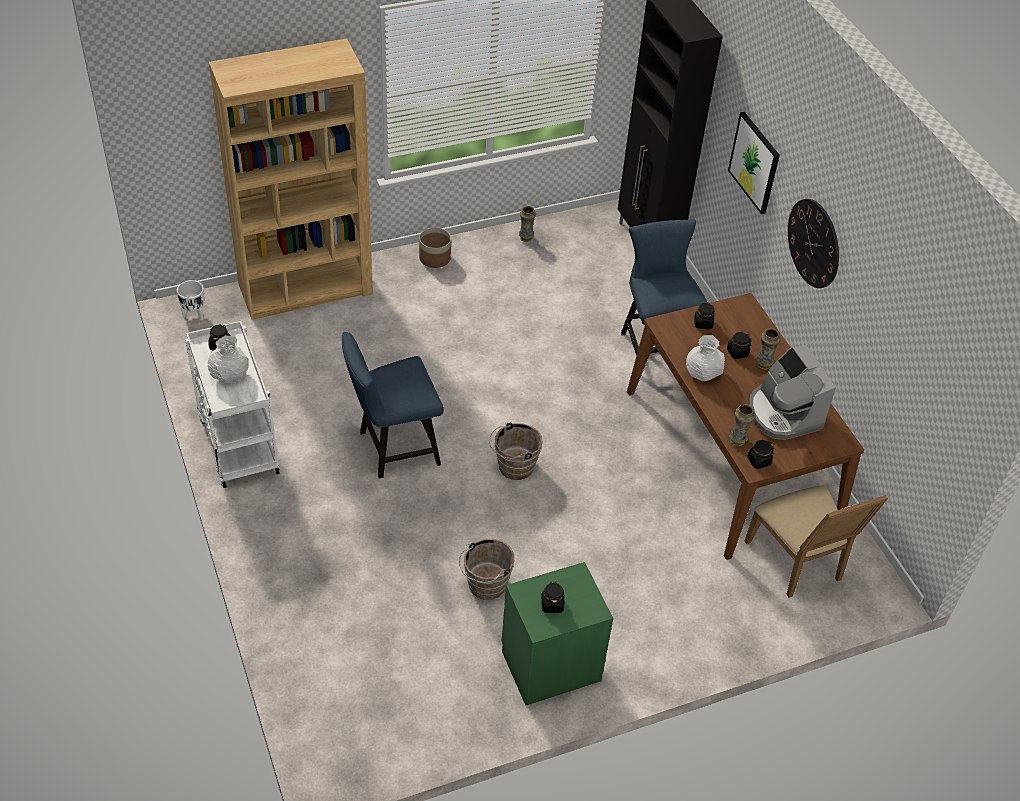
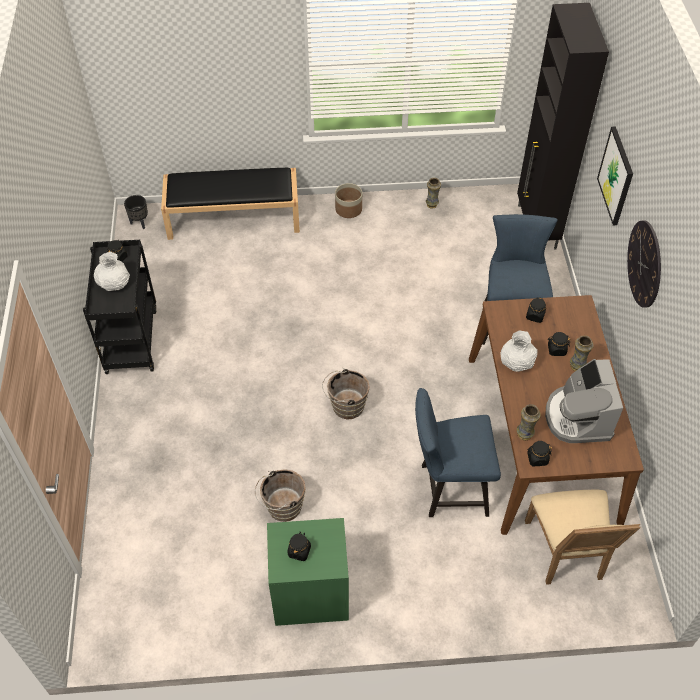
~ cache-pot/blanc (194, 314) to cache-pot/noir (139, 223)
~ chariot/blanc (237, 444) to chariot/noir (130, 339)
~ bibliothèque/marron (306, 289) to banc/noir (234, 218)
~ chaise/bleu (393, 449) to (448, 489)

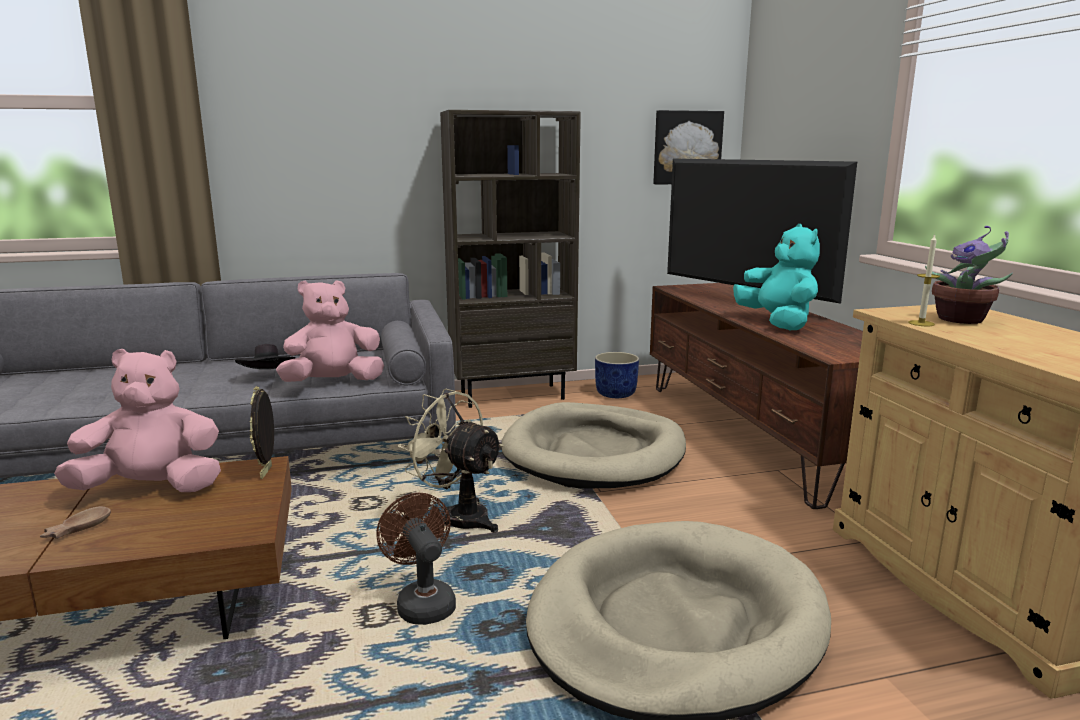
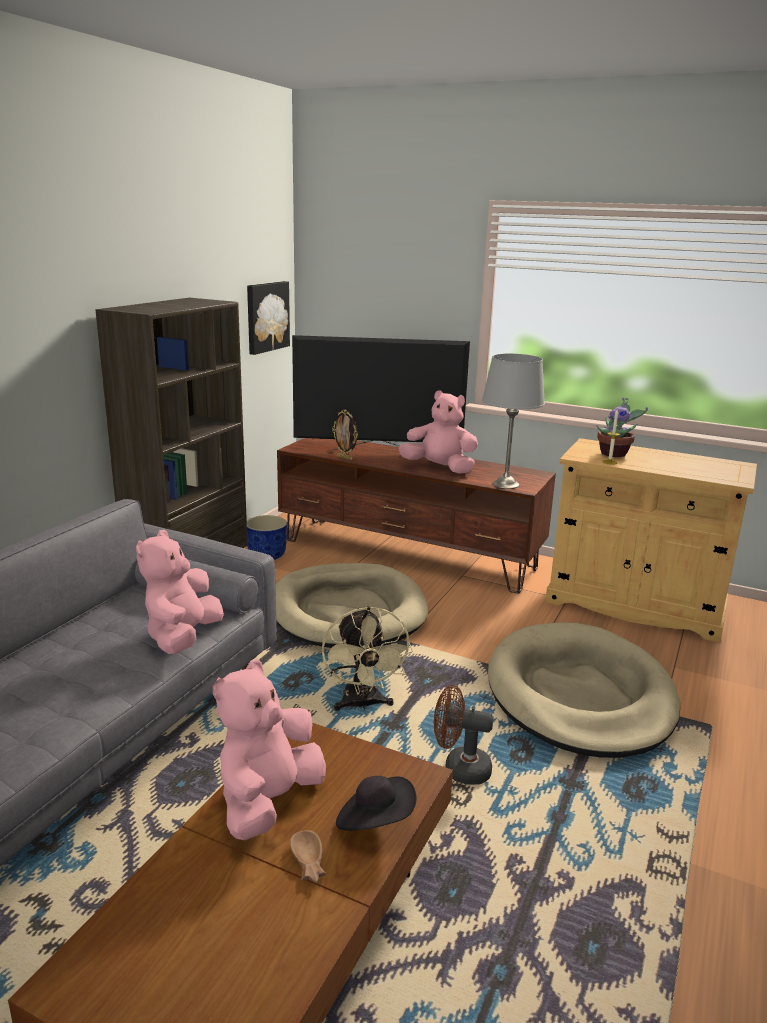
~ chapeau/noir (268, 376) to (375, 821)
~ cadre photo (267, 472) to (345, 458)
~ ventilateur/beige (458, 517) = (363, 705) 90 degrees counterclockwise
~ peluche/turquoise (777, 323) to peluche/rose (439, 468)
+ lampe de table/gris (506, 484)

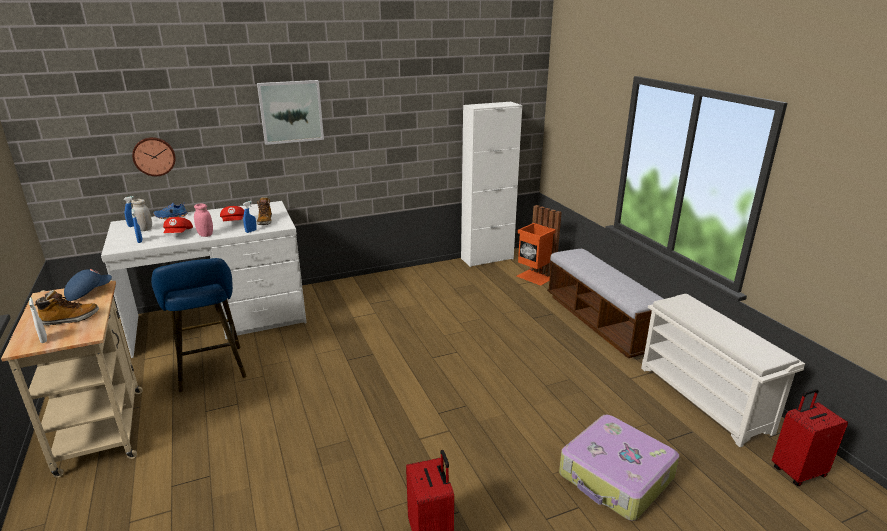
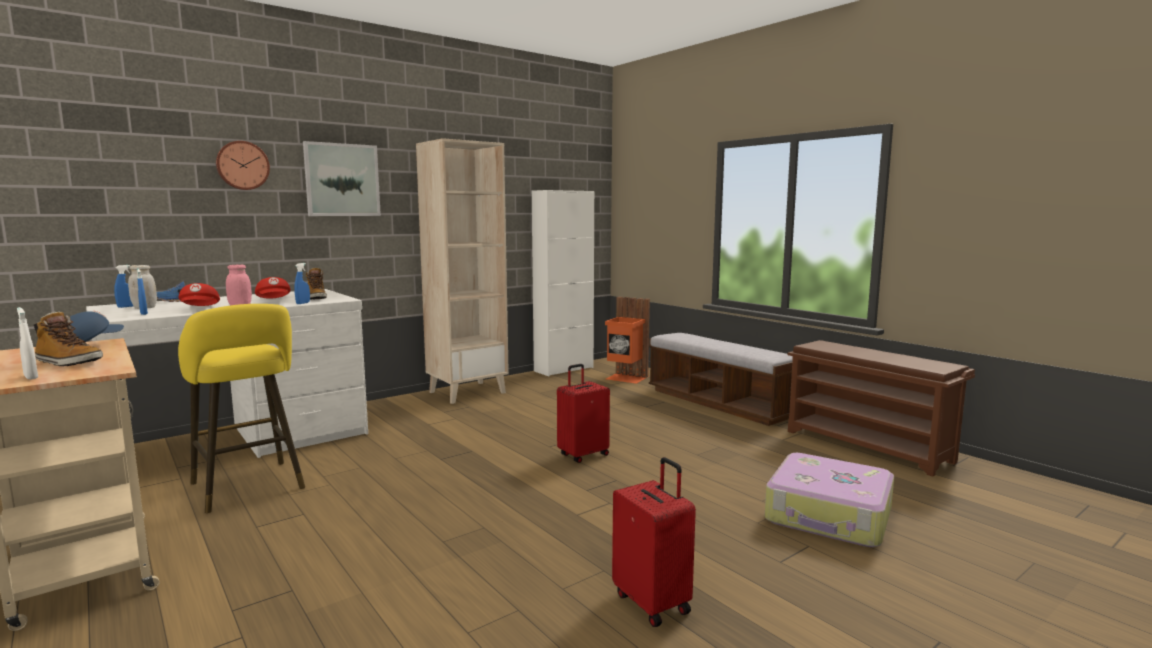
~ botte (70, 319) = (68, 363) 60 degrees clockwise
~ horloge murale (154, 156) to (242, 165)
~ tabouret/bleu (211, 371) to tabouret/jaune (249, 488)
~ étagère à chaussures/blanc (705, 399) to étagère à chaussures/marron (869, 446)
~ valise/rouge (797, 471) to (583, 455)
+ bibliothèque/beige (467, 392)

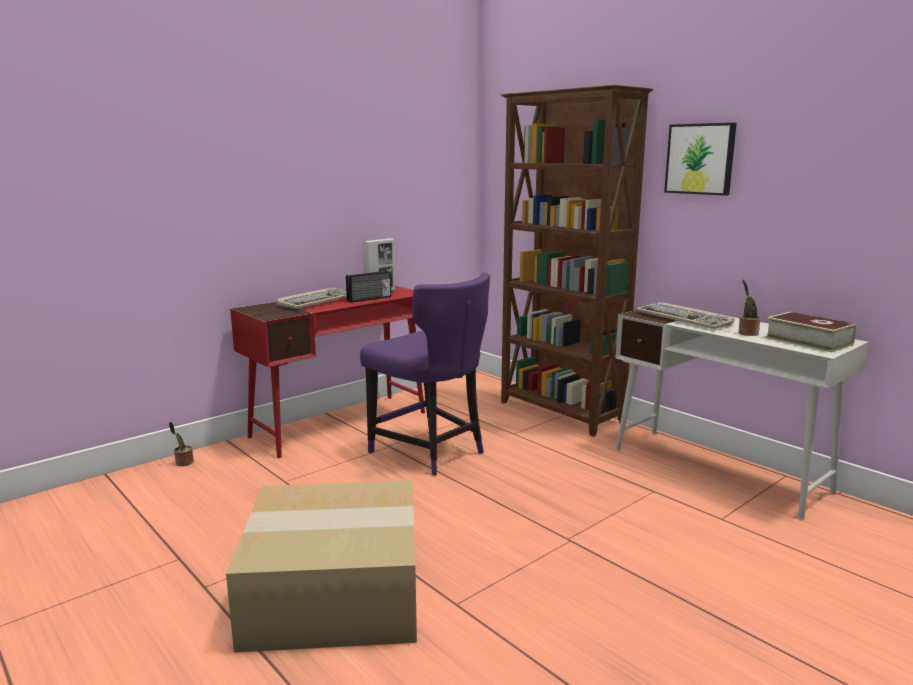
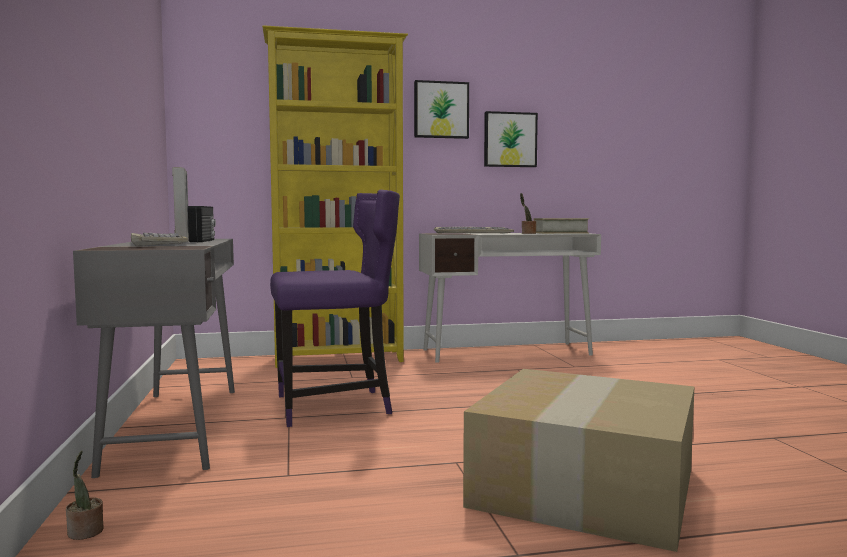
~ bureau/rouge (341, 424) to bureau/gris (177, 426)
~ bibliothèque/marron (560, 413) to bibliothèque/jaune (340, 359)
+ tableau (509, 140)

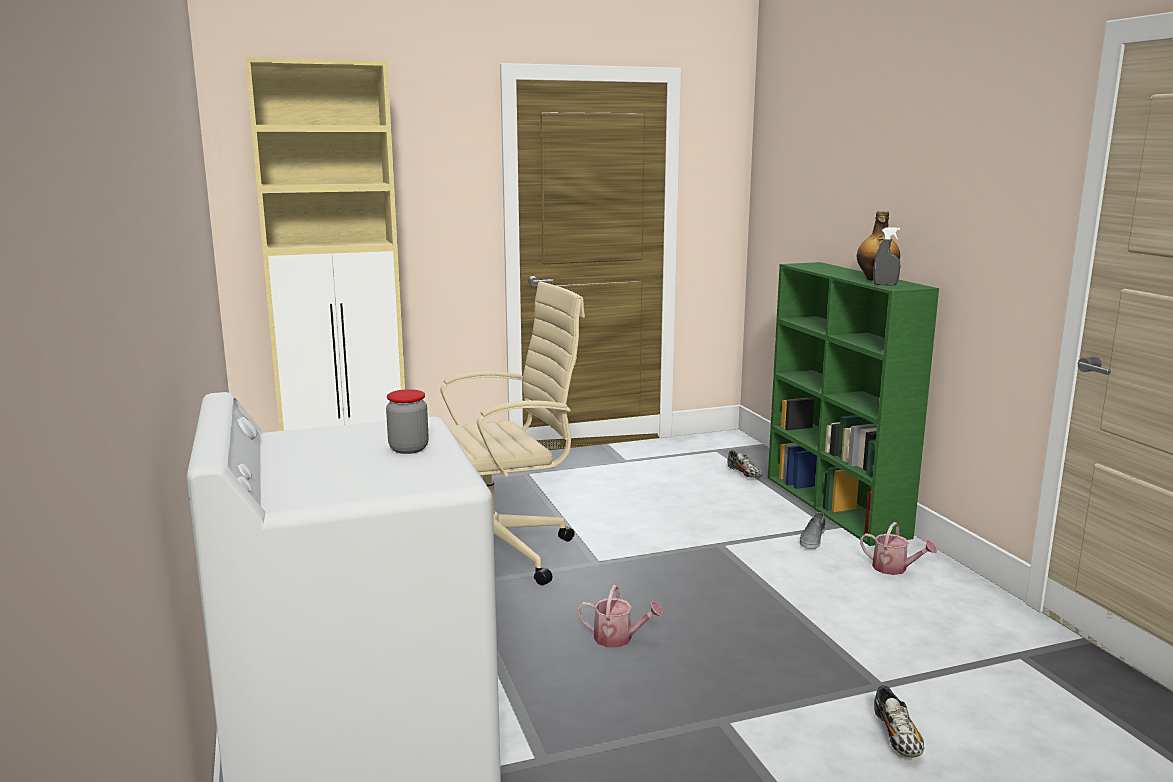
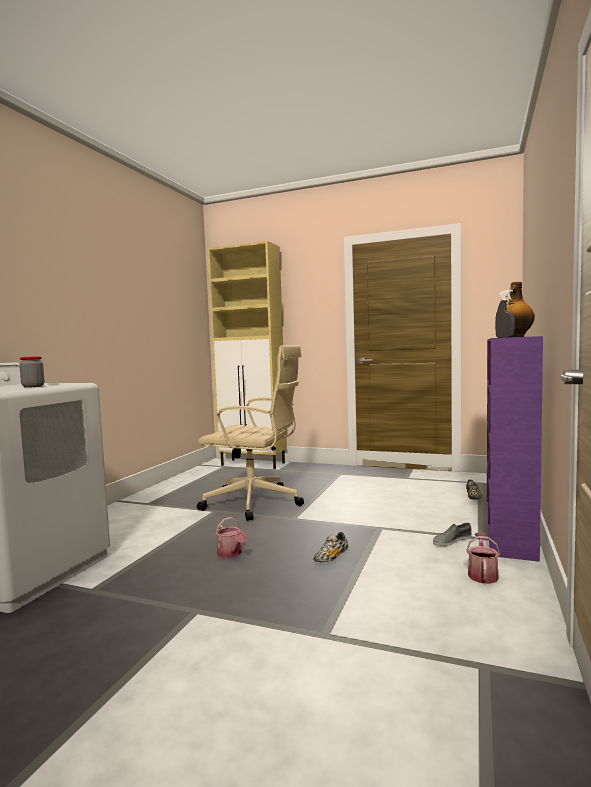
~ bibliothèque/vert (836, 506) to bibliothèque/violet (509, 528)
~ arrosoir (894, 569) = (482, 574) 150 degrees counterclockwise
~ chaussure (897, 737) to (331, 558)

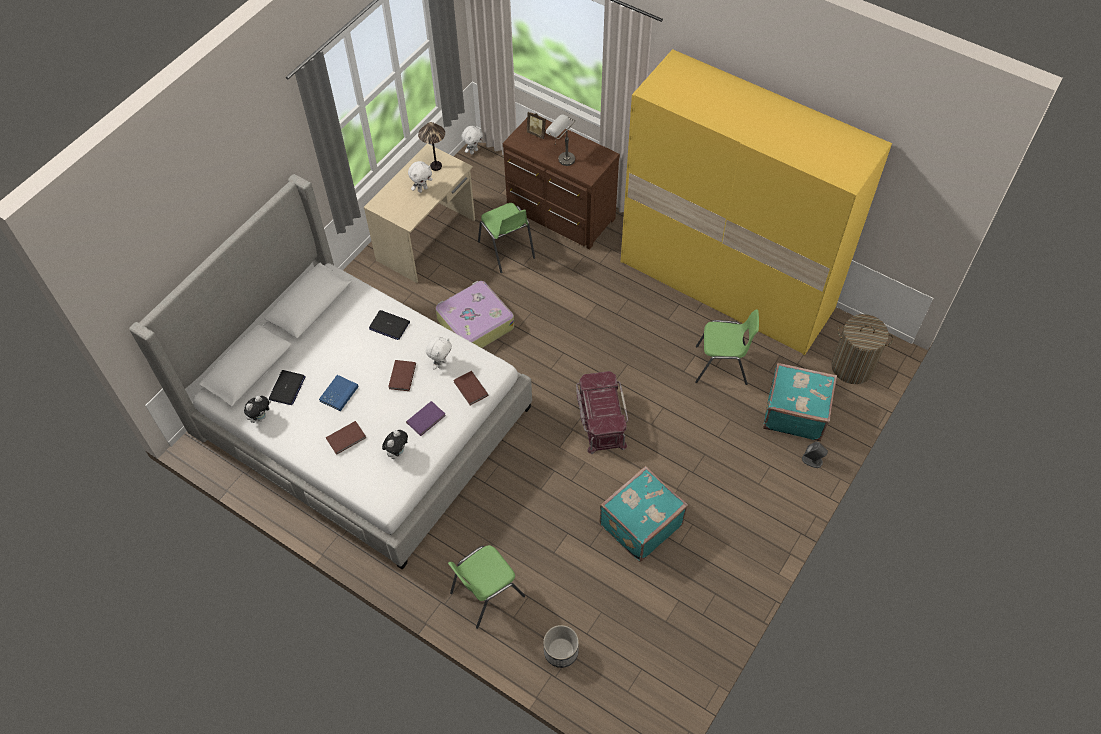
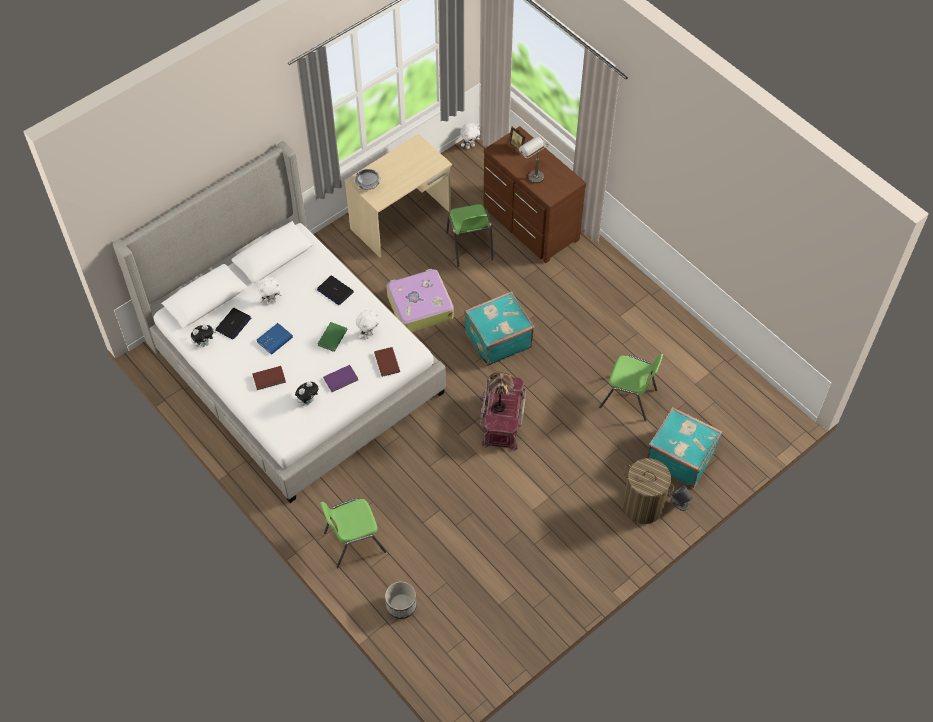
~ livre/marron (401, 376) to livre/vert (331, 337)
~ peluche/blanc (422, 189) to (271, 301)
~ lampe de table (436, 166) to (499, 407)
~ valise/turquoise (639, 523) to (497, 339)
- armoire/jaune (726, 286)
~ panier à linge (852, 367) to (642, 506)
+ bol (368, 183)

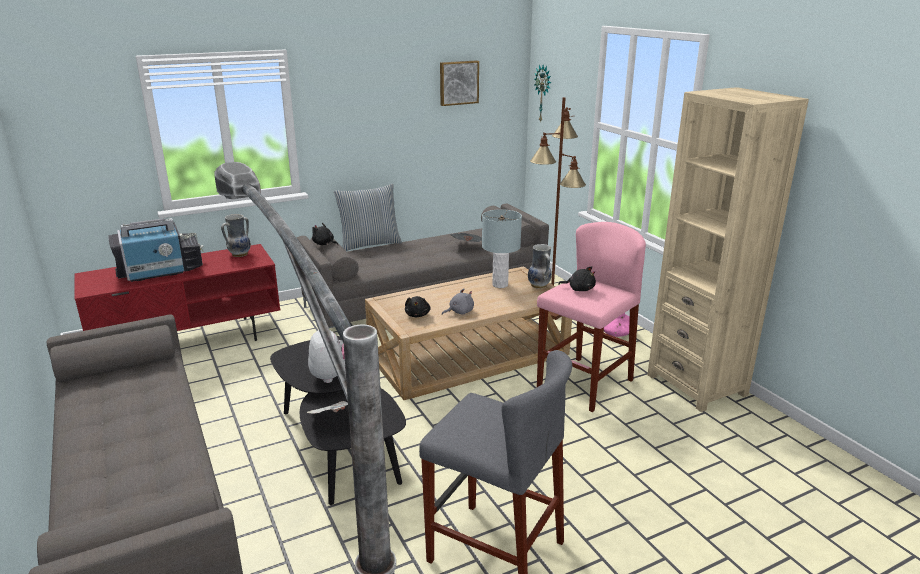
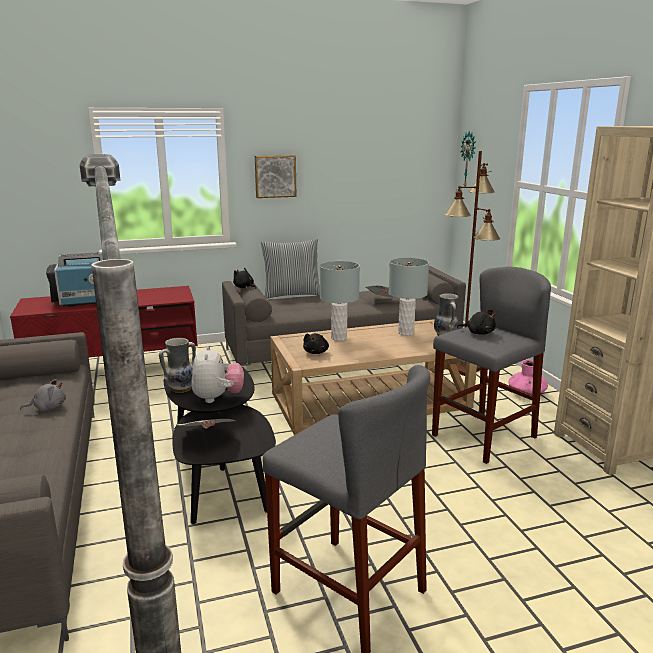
~ vase (239, 254) to (181, 388)
~ tableau (458, 82) to (275, 176)
~ peluche/gris (459, 312) to (48, 408)
~ tabouret/rose (584, 384) to tabouret/gris (483, 436)
+ lampe de table/gris (338, 338)

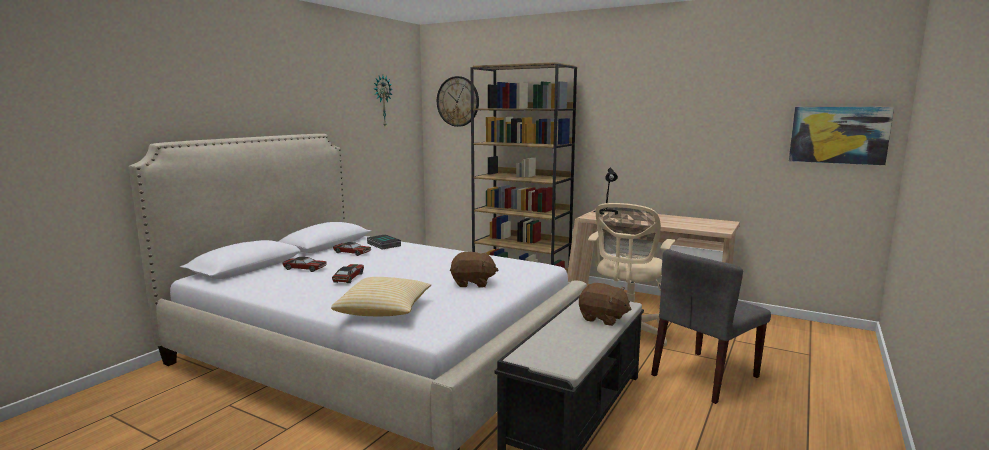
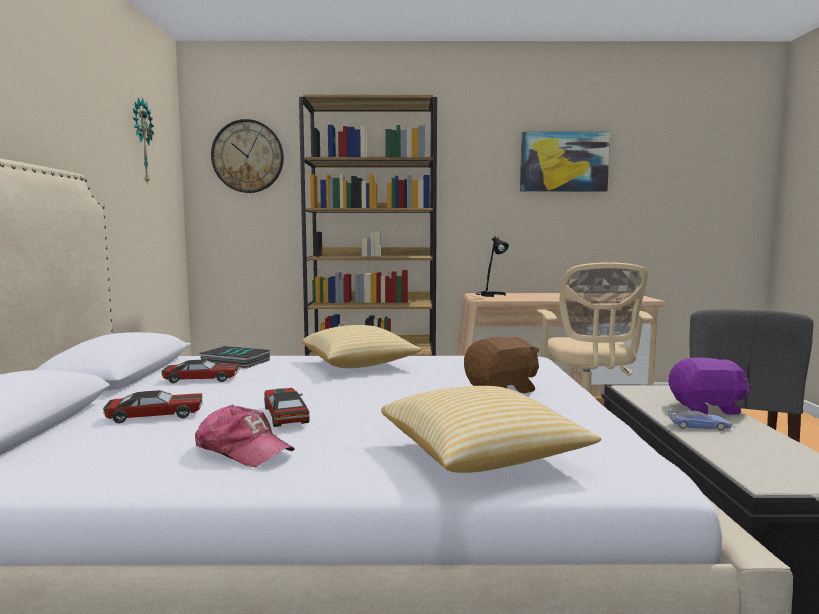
~ peluche/marron (603, 318) to peluche/violet (707, 408)
~ tableau (838, 135) to (563, 162)
+ casquette (243, 450)
+ coussin (359, 364)
+ petite voiture (699, 426)

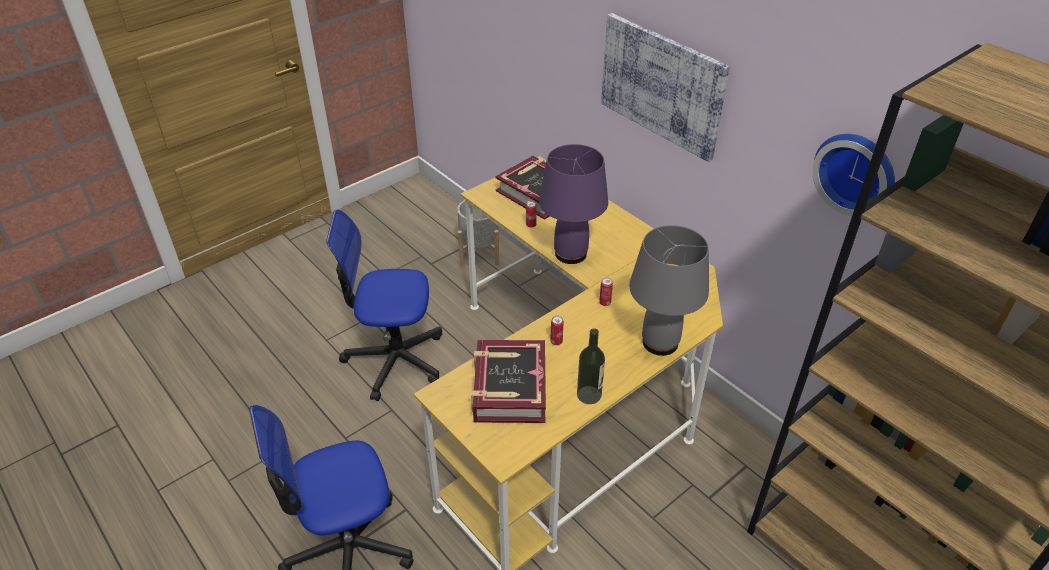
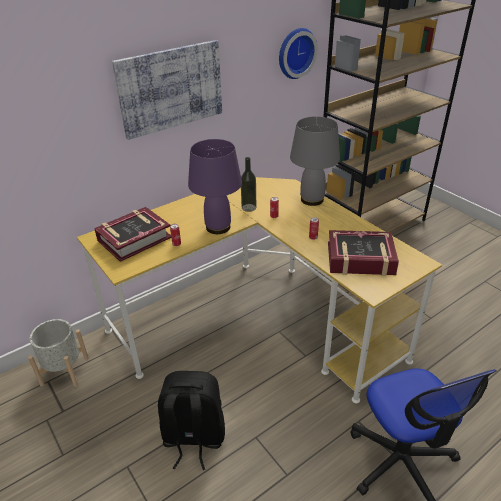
~ chaise de bureau (395, 359) to sac à dos/noir (193, 437)
~ bouteille (589, 395) to (249, 207)

